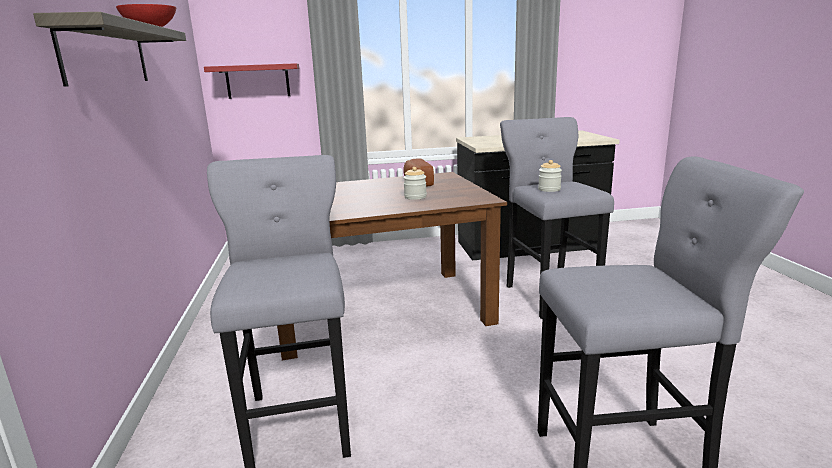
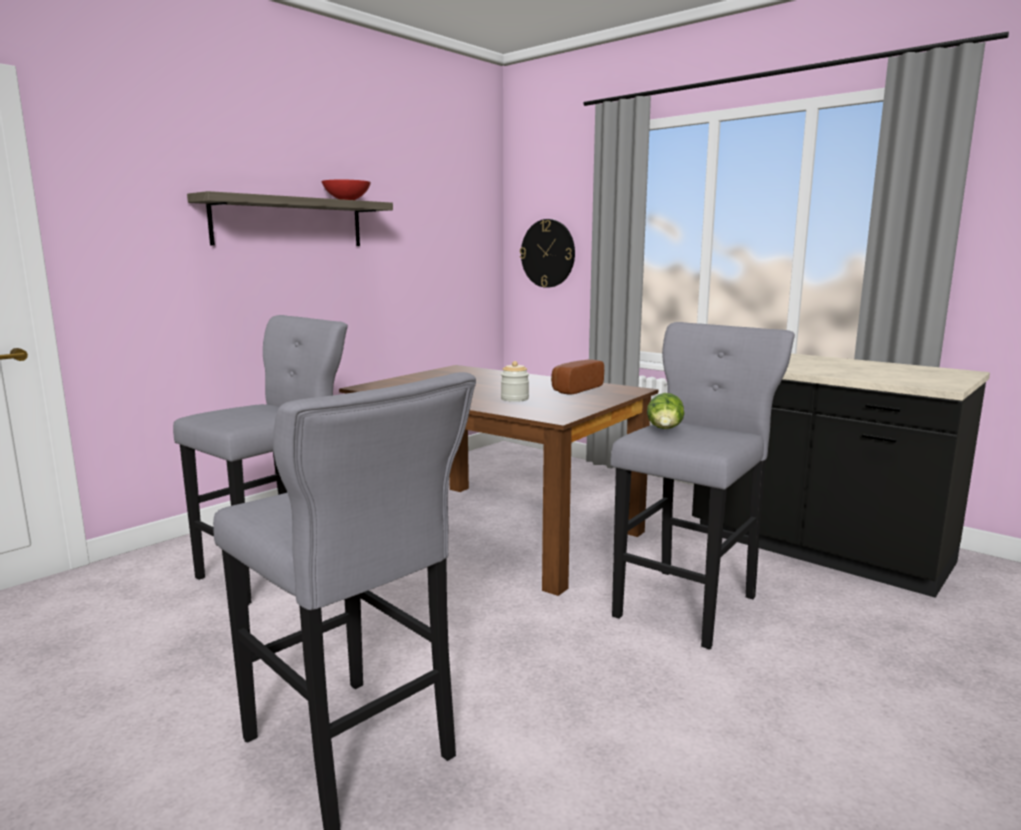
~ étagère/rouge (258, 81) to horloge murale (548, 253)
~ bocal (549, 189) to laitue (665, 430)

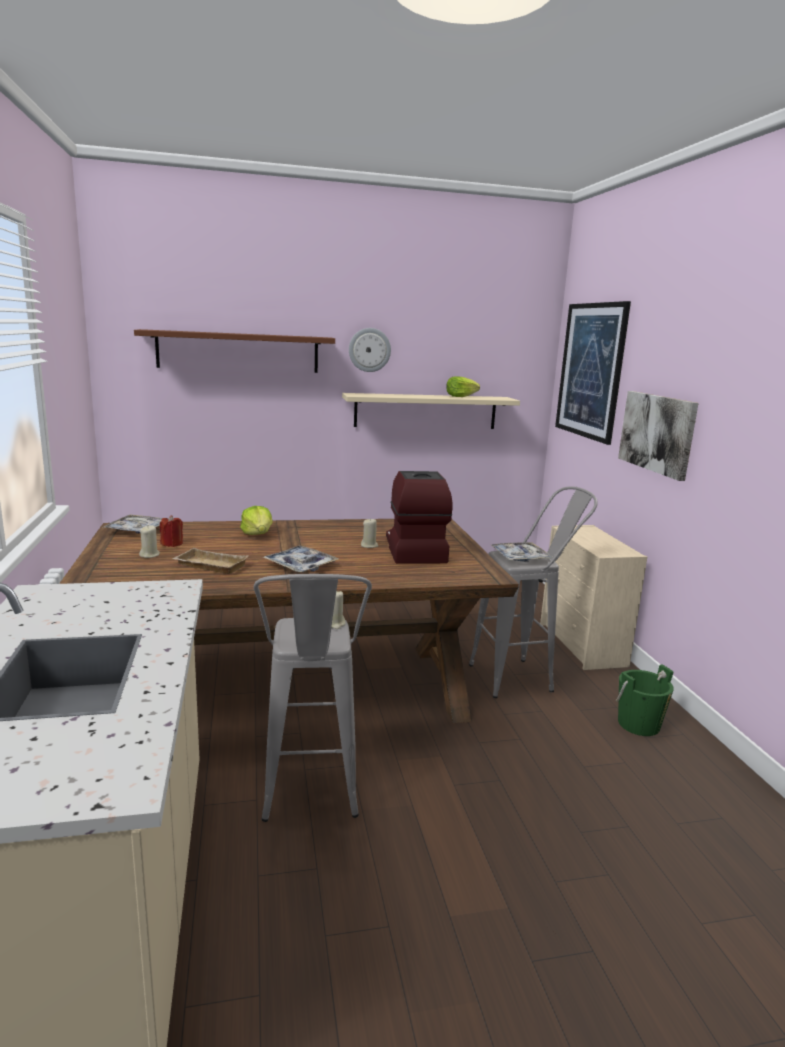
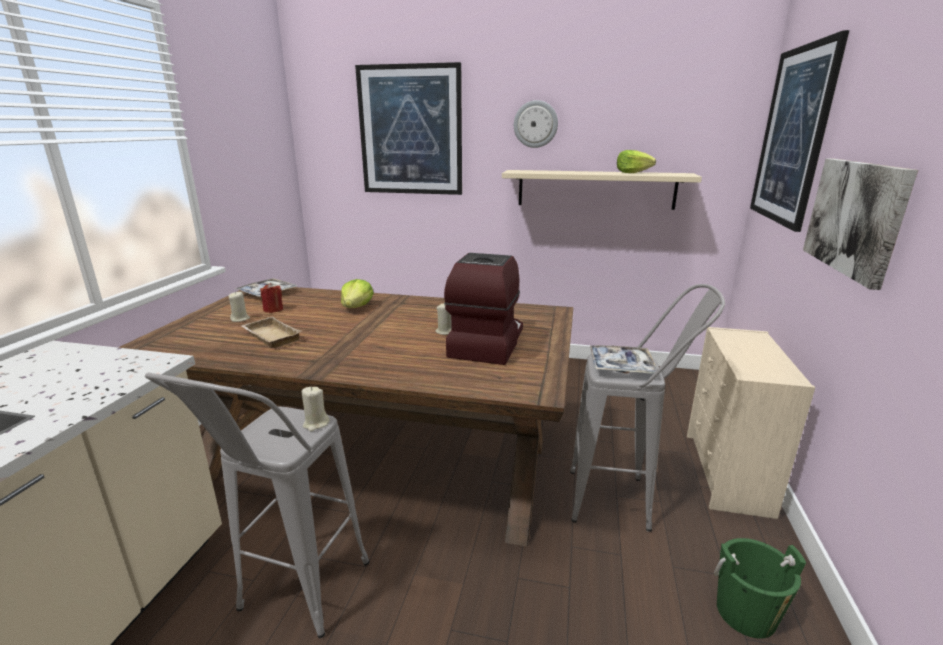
~ étagère/marron (238, 351) to tableau (410, 131)
- plateau (300, 565)

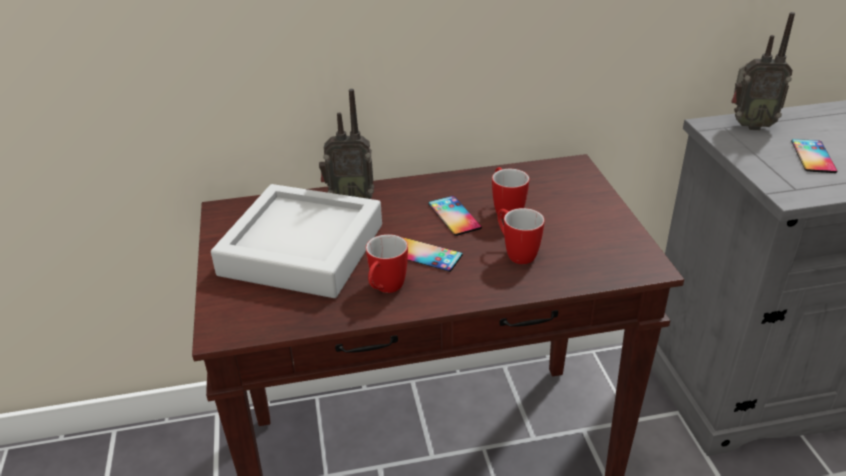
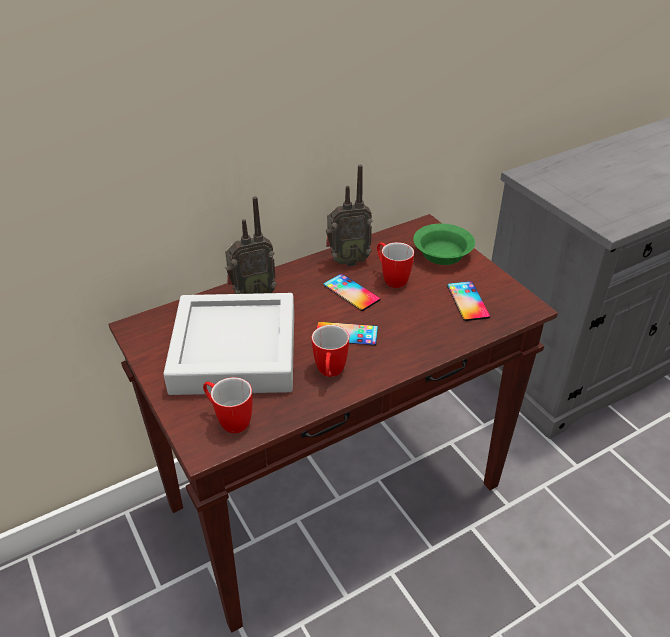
~ mug (516, 253) to (229, 420)
~ radio (749, 125) to (347, 261)
~ téléphone (813, 156) to (468, 301)
+ bol/vert (442, 254)

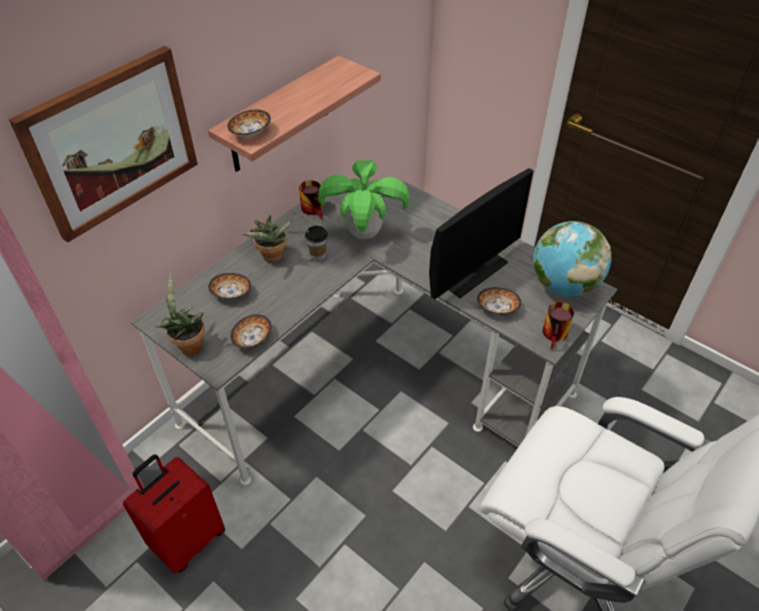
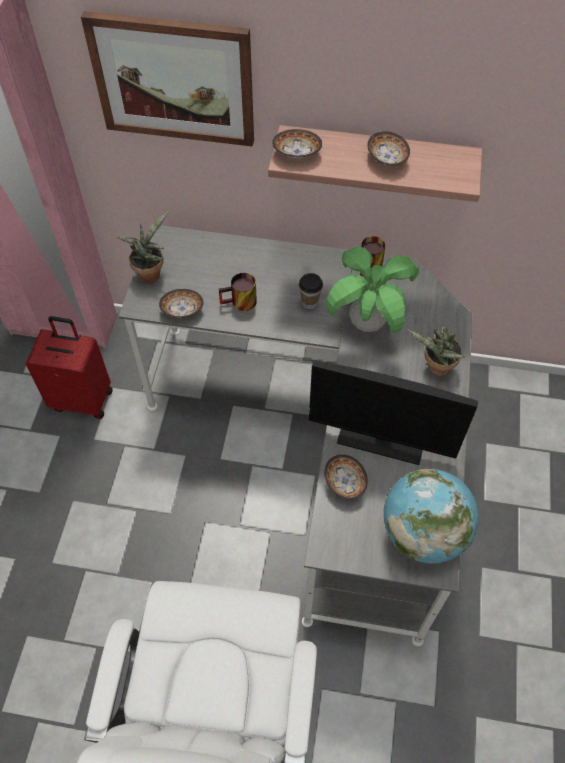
~ bol (231, 293) to (387, 158)
~ plante en pot (272, 258) to (435, 368)
~ mug (556, 336) to (240, 304)

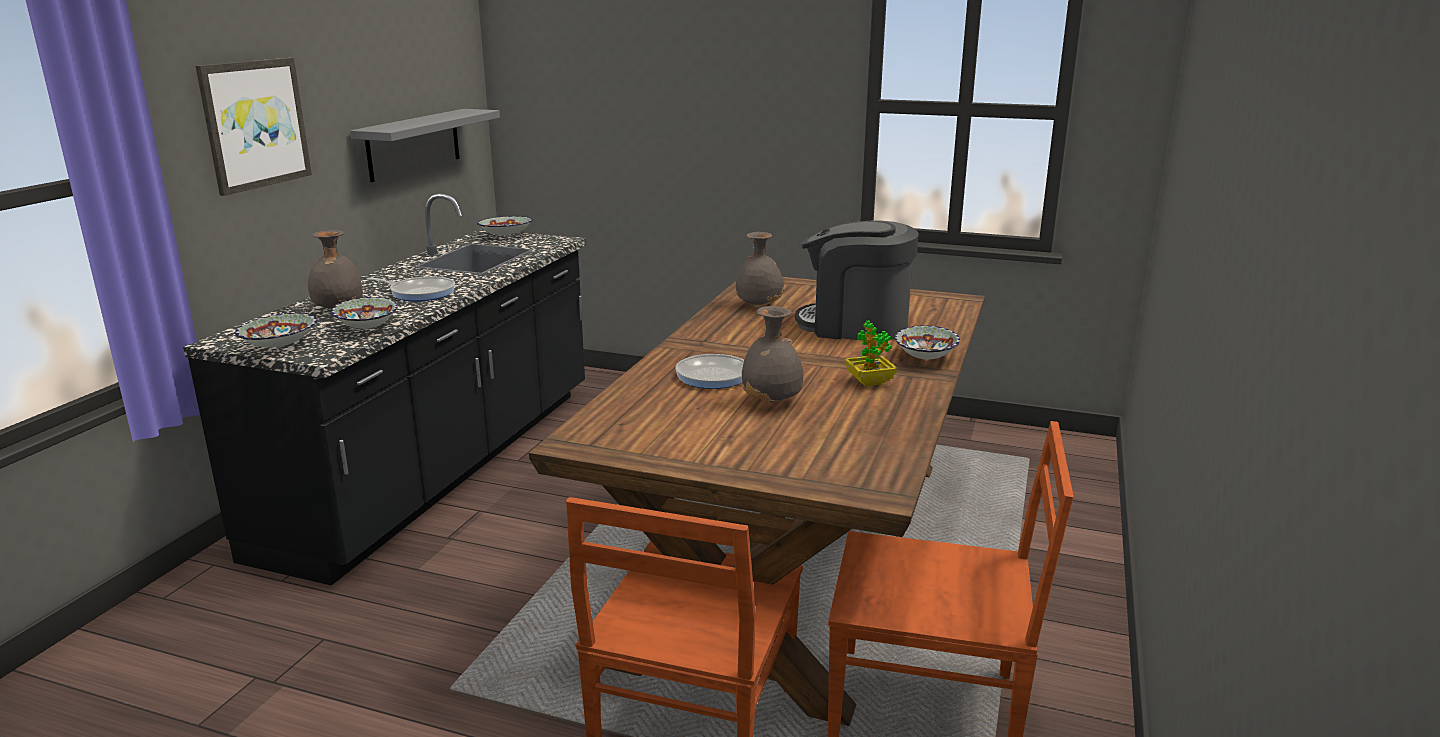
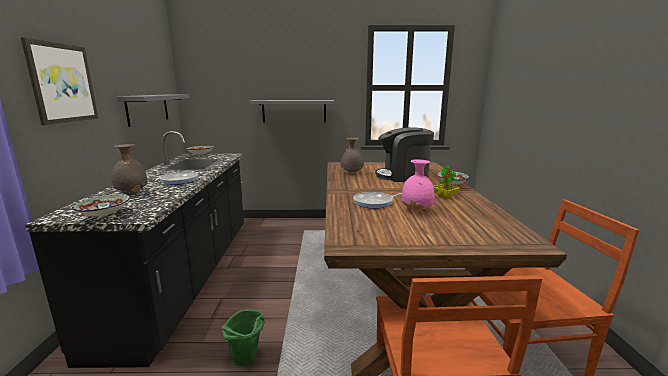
- bol (366, 328)
~ vase/gris (772, 402) to vase/rose (417, 210)
+ seau/vert (247, 360)
+ étagère/gris (294, 111)

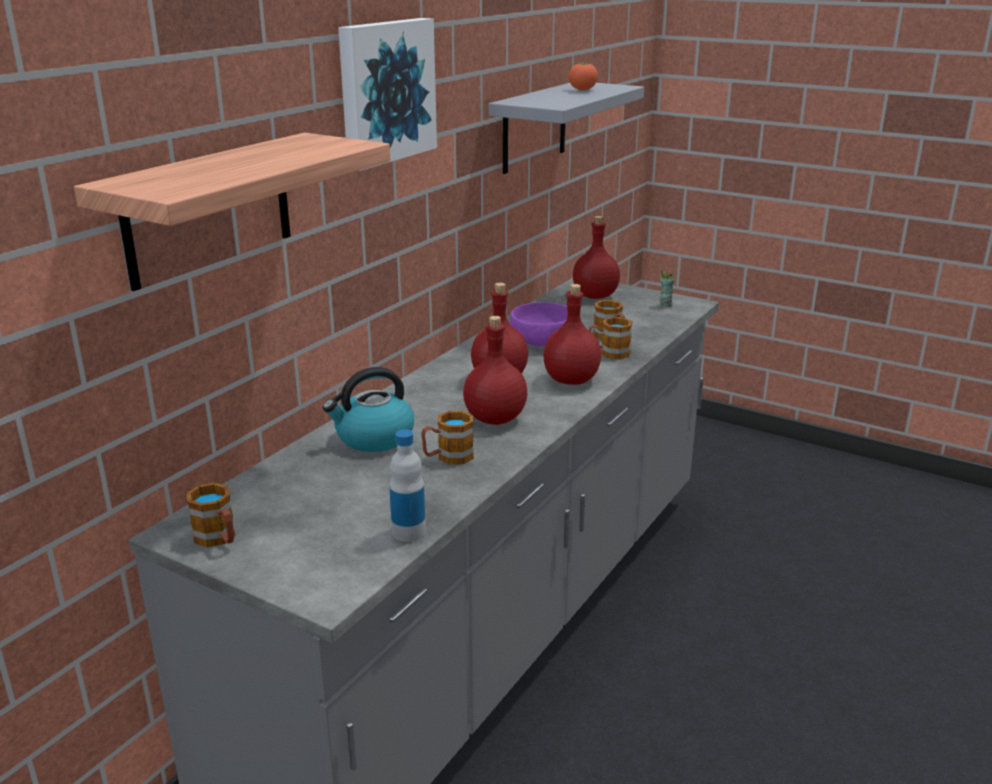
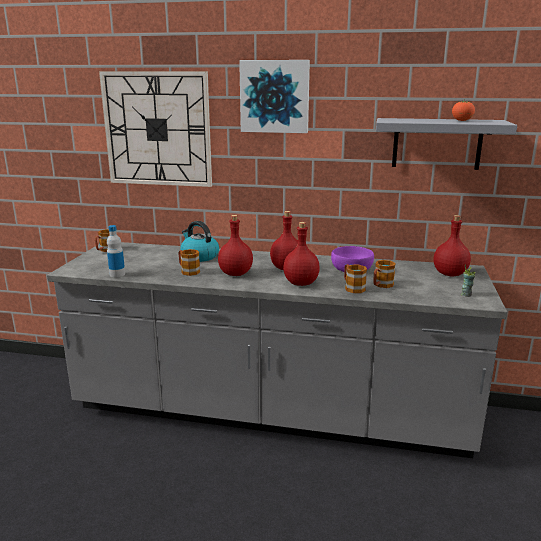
~ étagère (209, 209) to horloge murale (157, 129)

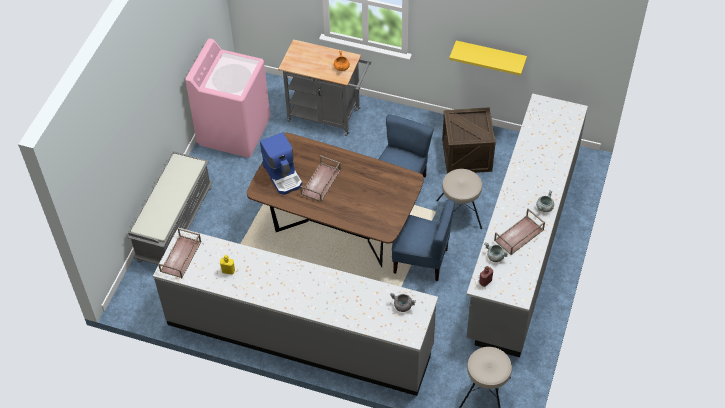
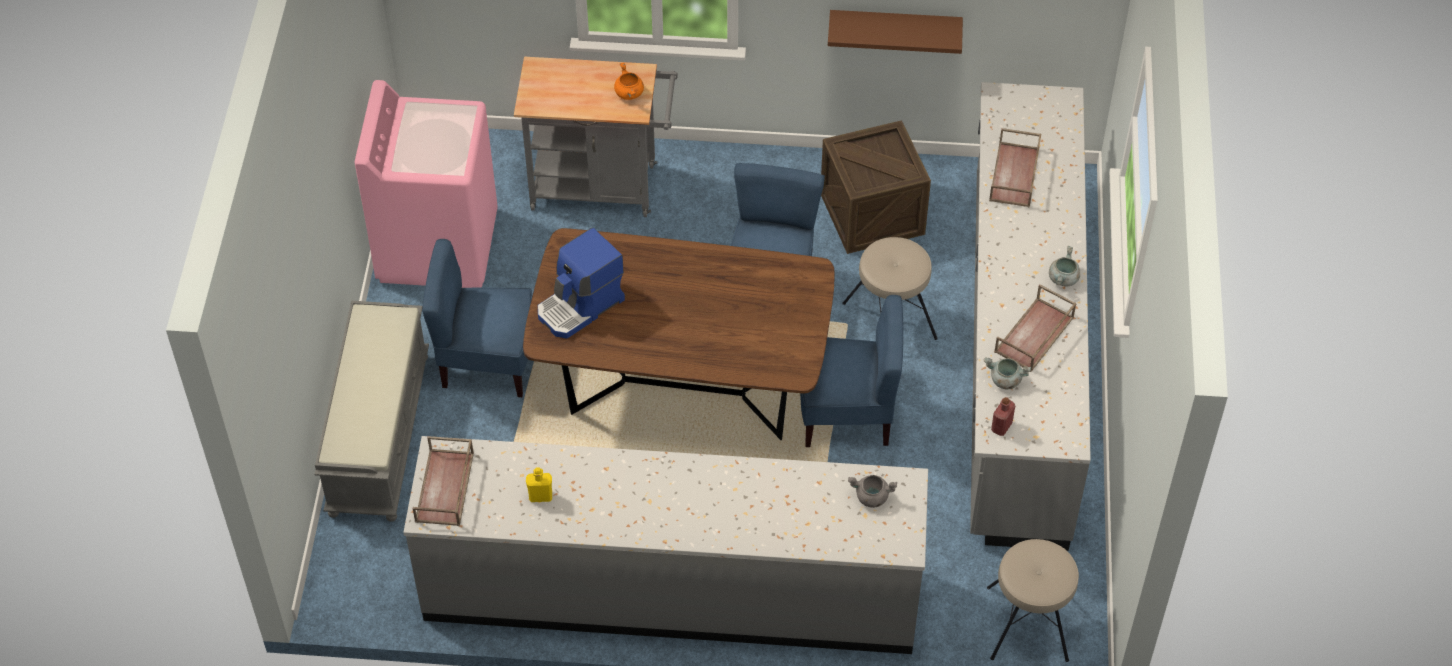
~ machine à café (283, 175) = (581, 307) 90 degrees clockwise
~ plateau/marron (321, 182) to (1015, 175)
~ étagère/jaune (490, 56) to étagère/marron (895, 27)
+ chaise/bleu (487, 362)

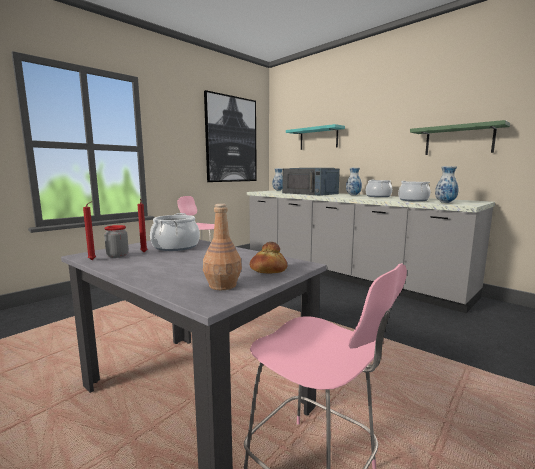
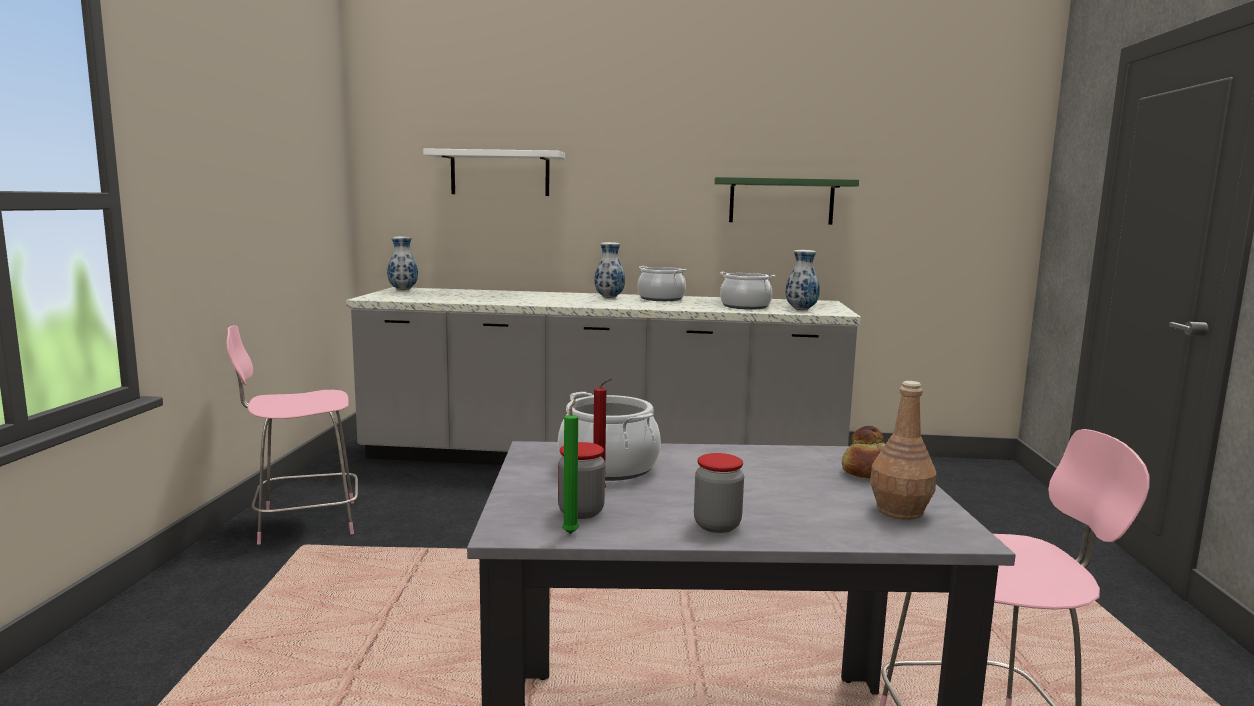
~ bougie/rouge (93, 260) to bougie/vert (571, 532)
- tableau (231, 139)
- micro-ondes/bleu (310, 193)
~ étagère/turquoise (318, 138) to étagère/blanc (500, 173)
+ bocal (717, 525)

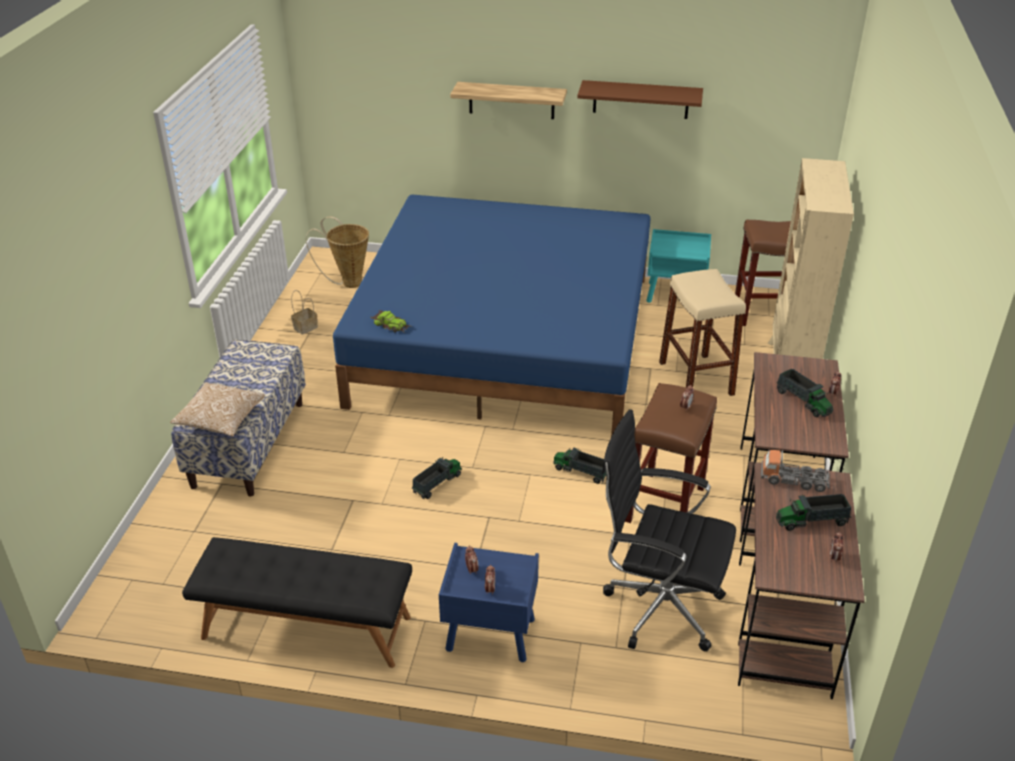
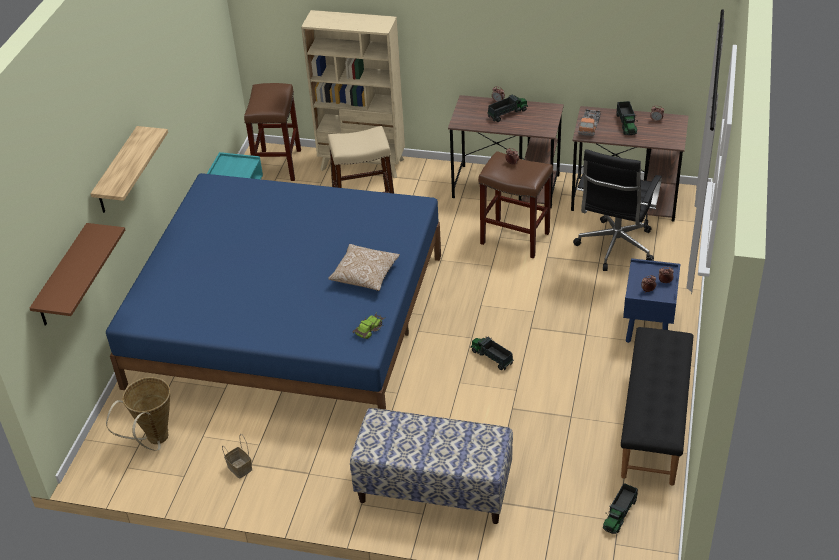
~ coussin (220, 420) to (365, 275)
~ camion jouet (580, 472) to (619, 514)
~ étagère/marron (641, 99) to (63, 277)

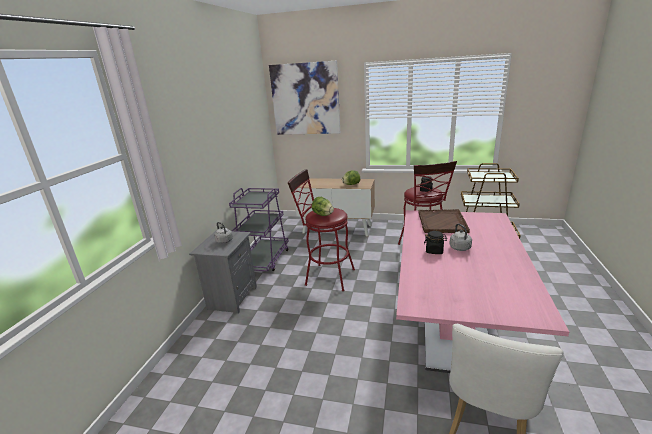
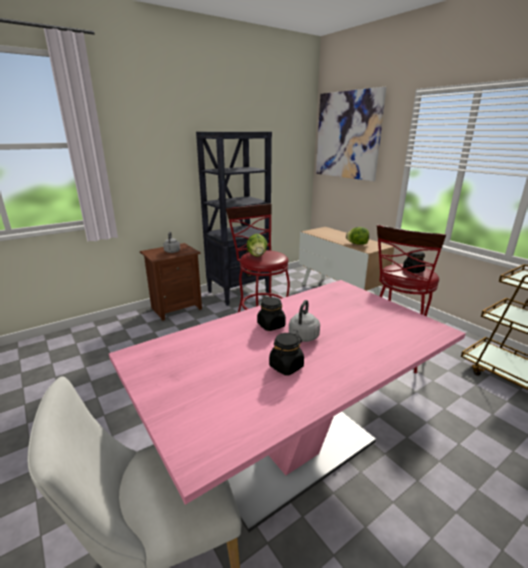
~ table de chevet/gris (231, 298) to table de chevet/marron (175, 308)
~ chariot/violet (264, 260) to bibliothèque/noir (239, 292)
- plateau/marron (442, 222)
+ bocal/noir (286, 366)

